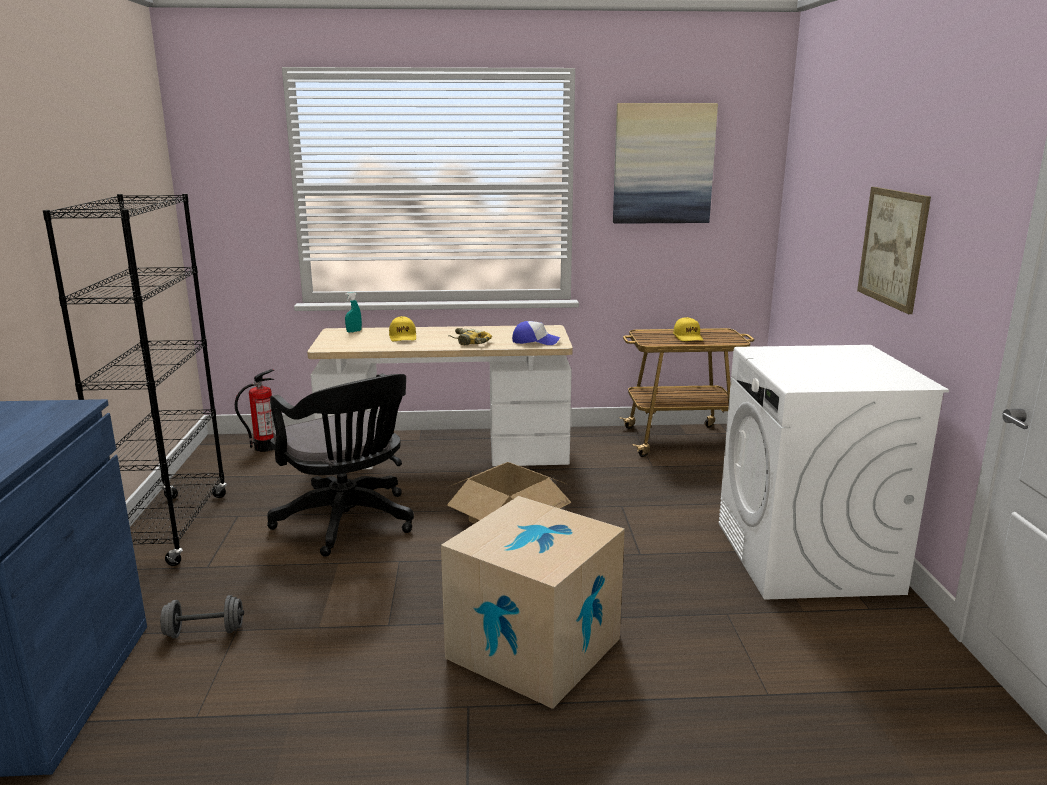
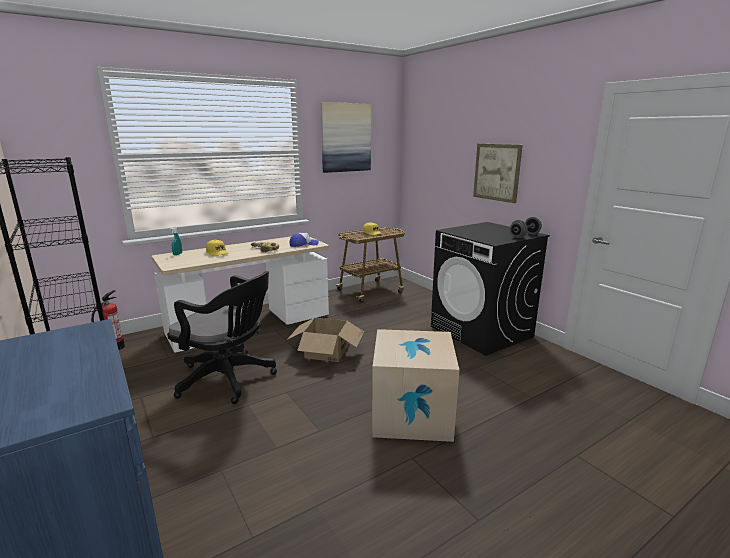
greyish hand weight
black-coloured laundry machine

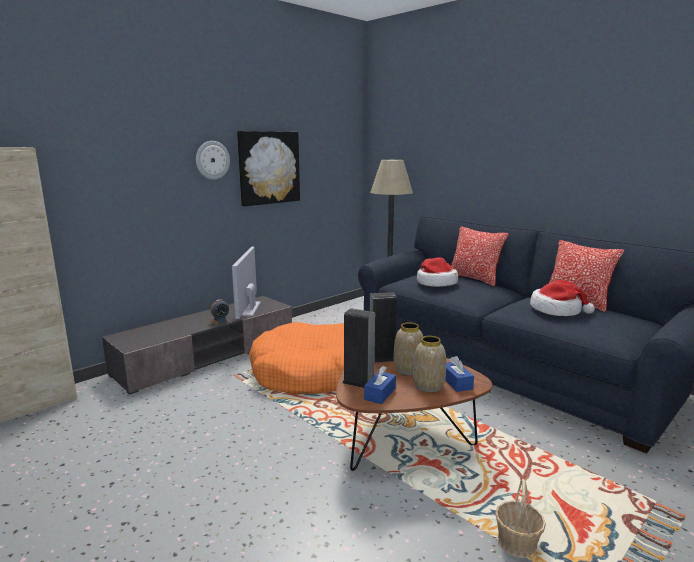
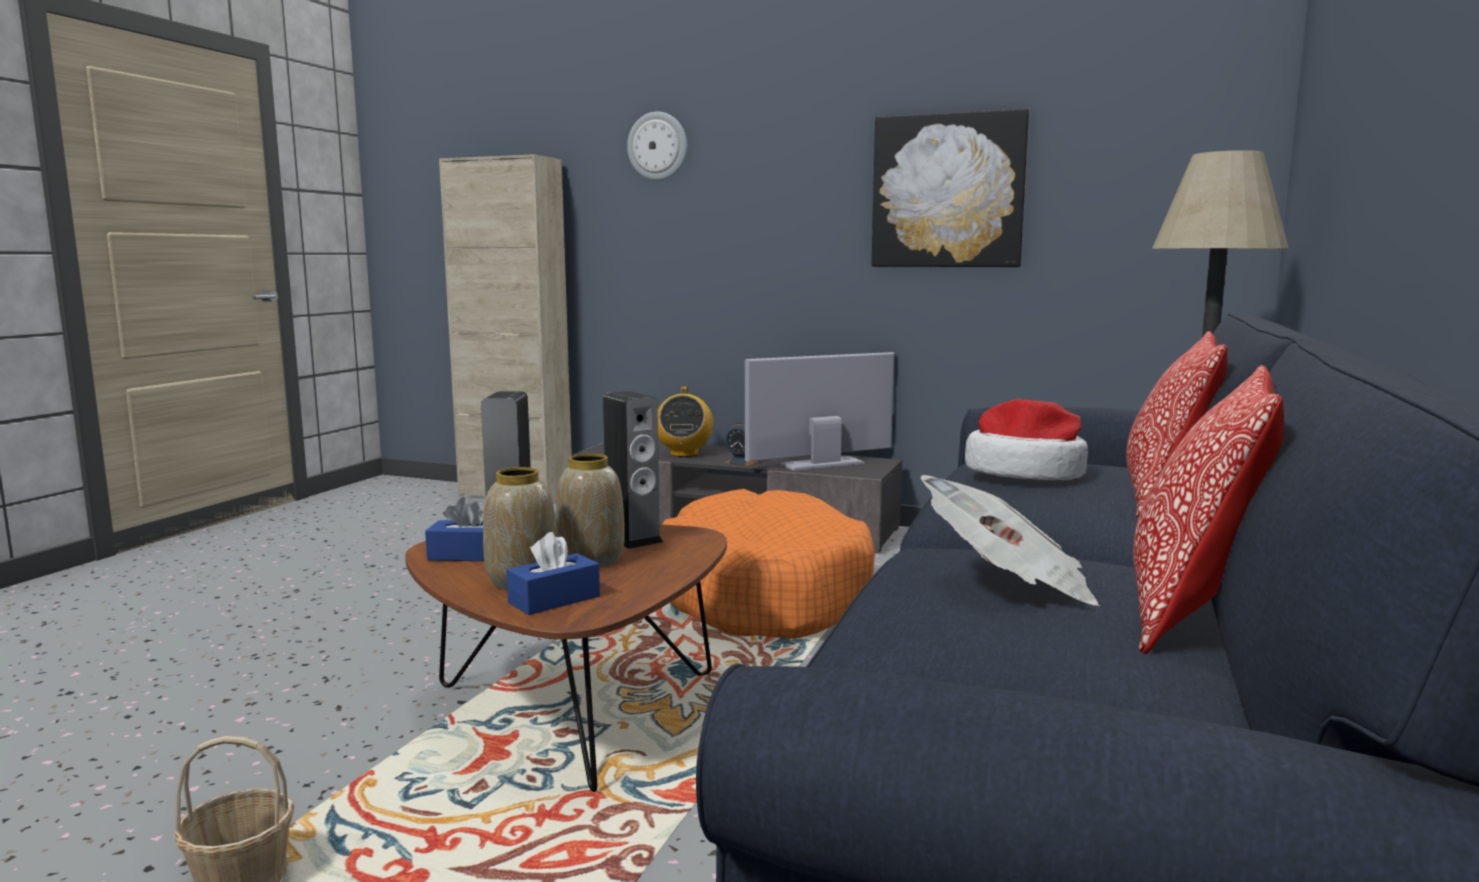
clock on the wall
printed paper
radio receiver

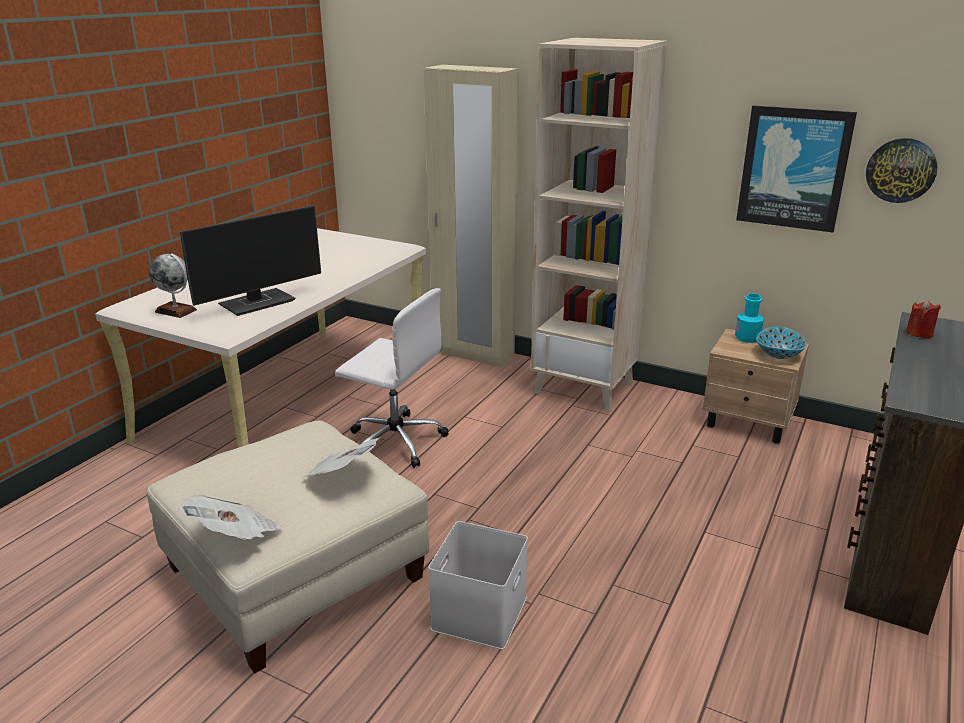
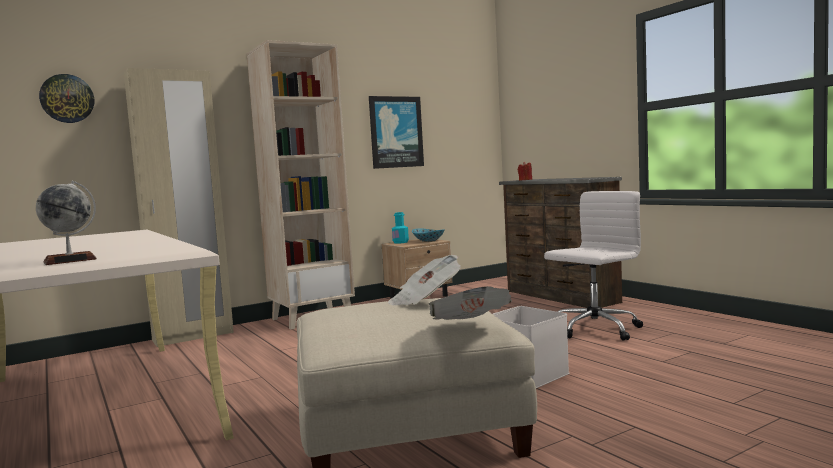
computer screen
white-coloured computer chair
clock on the wall

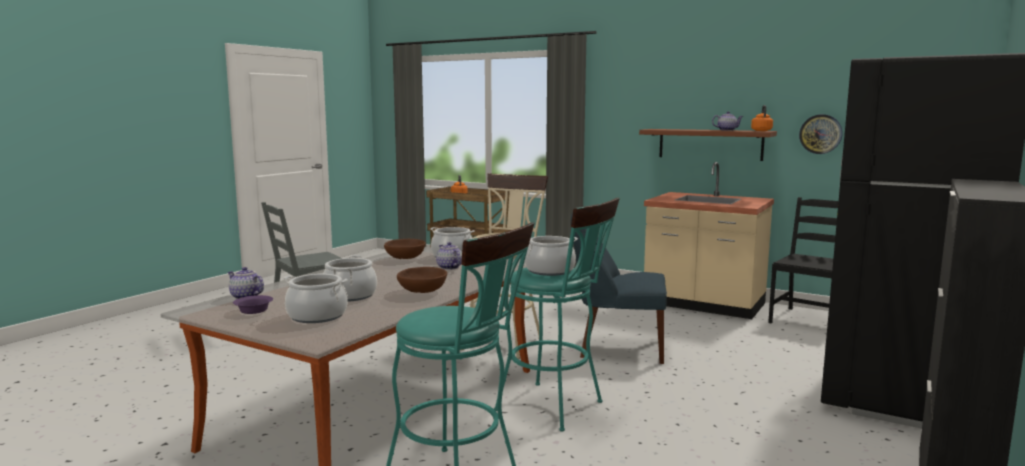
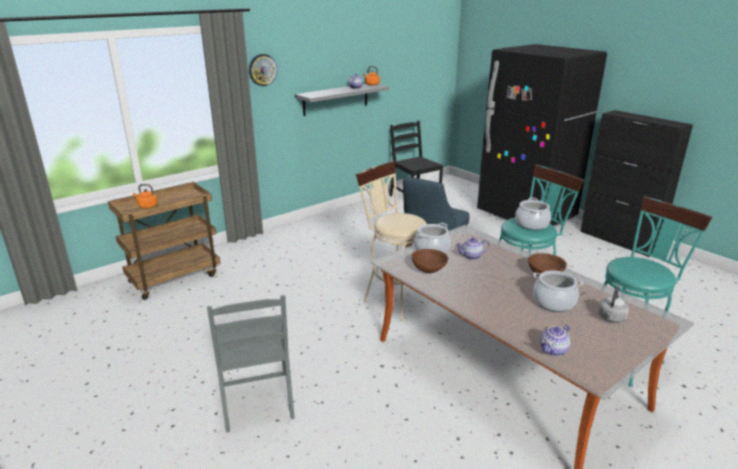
purple-coloured deep dish
greyish water kettle
greyish wall shelf
beige-coloured counter
clock on the wall

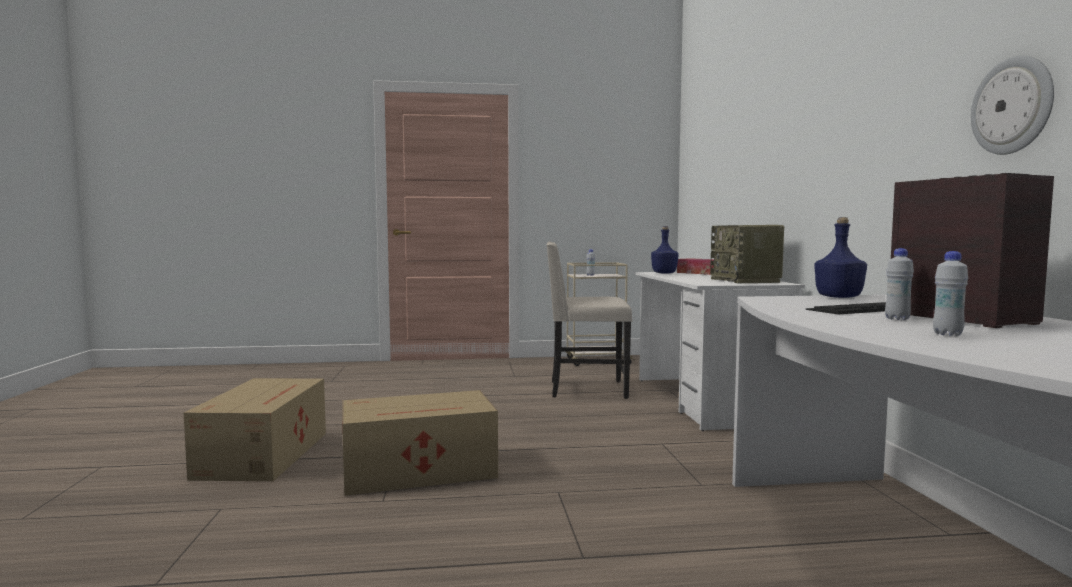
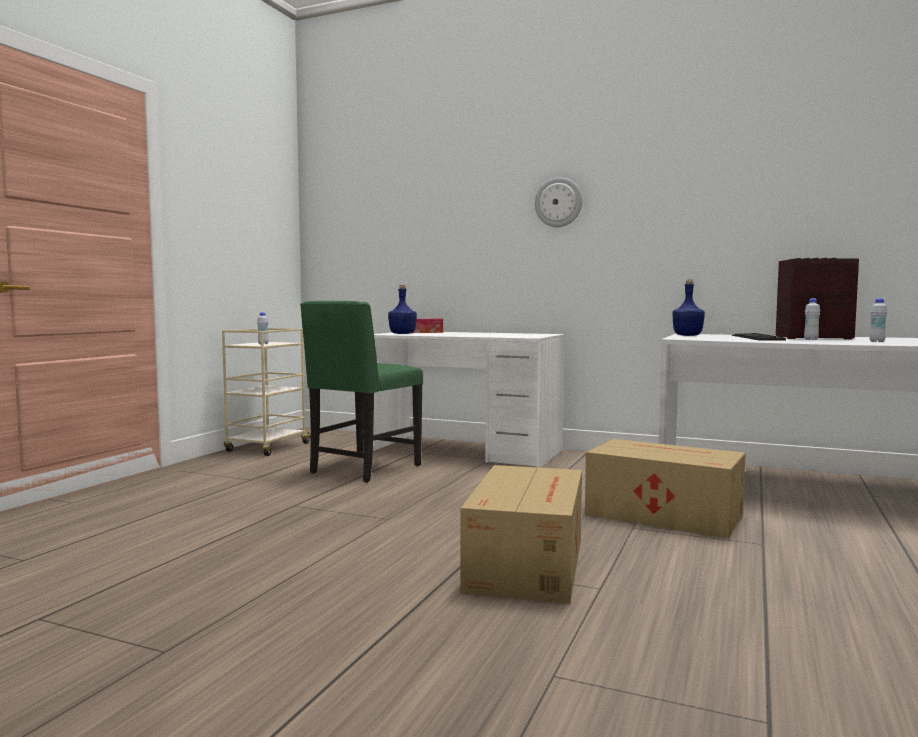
cardboard box (2nd from left)
greenish upright chair
radio receiver (1st from left in the first image)
clock on the wall

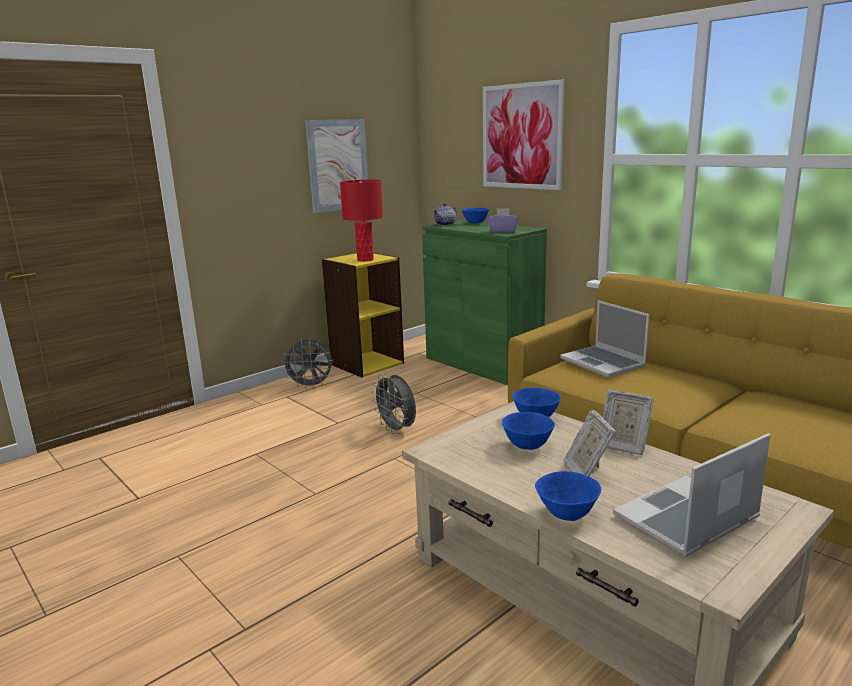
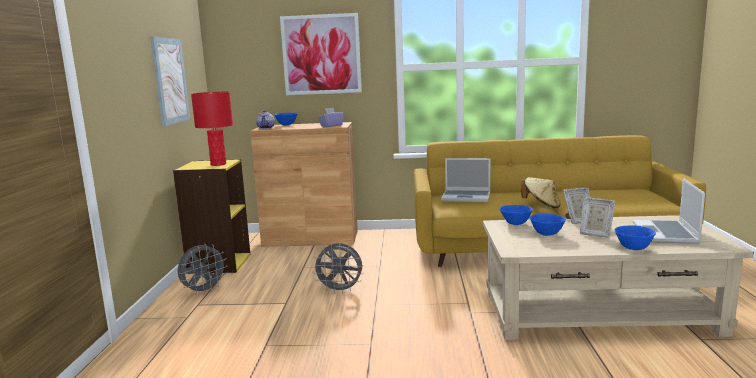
brownish storage cabinet
beige-coloured wearable hat

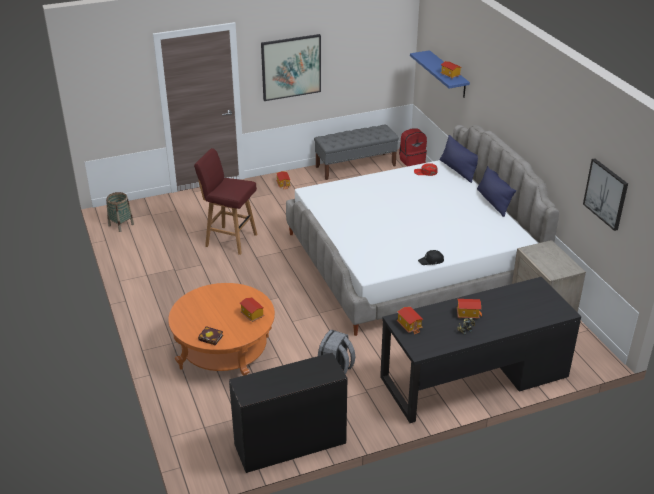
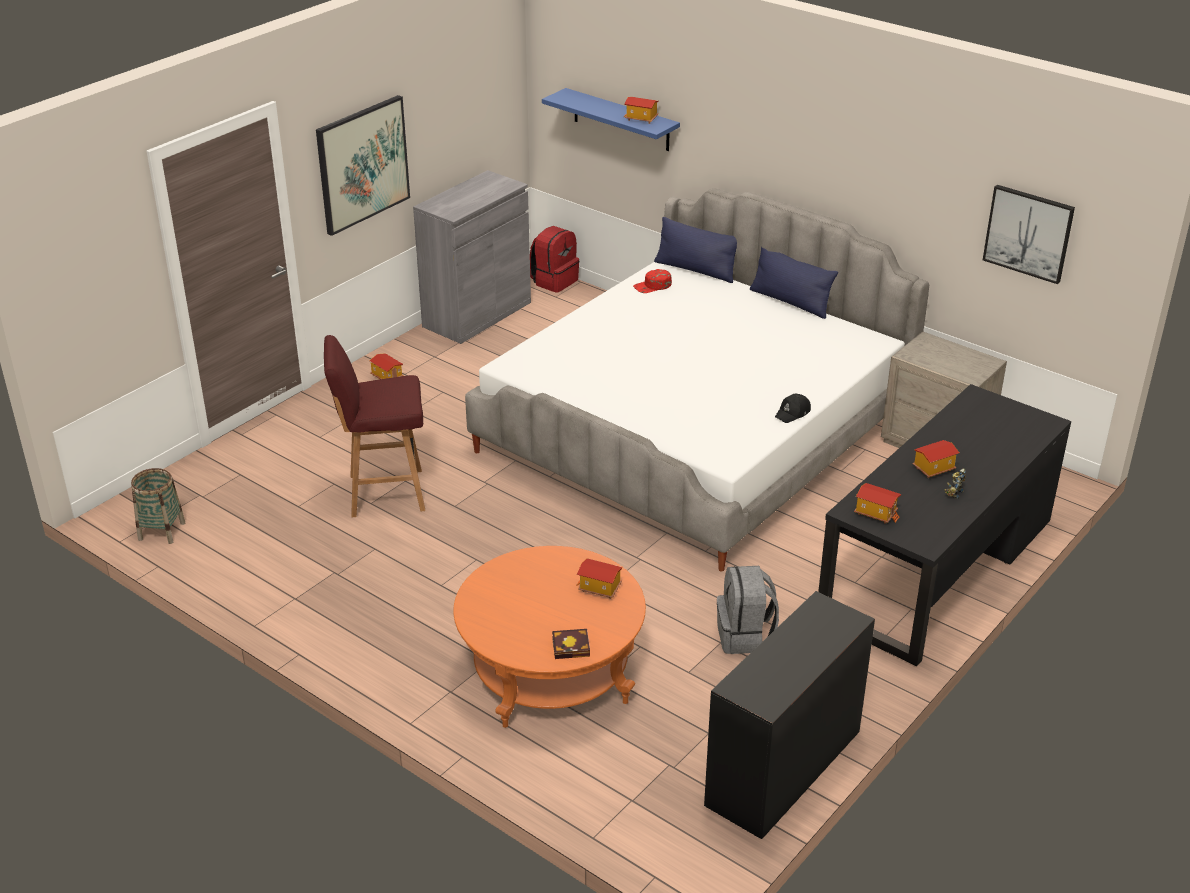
greyish storage cabinet

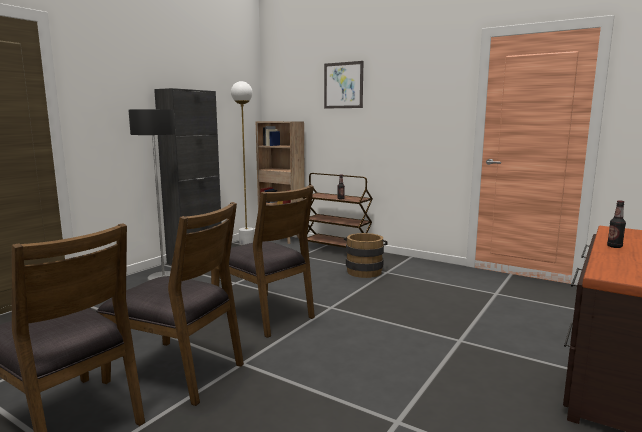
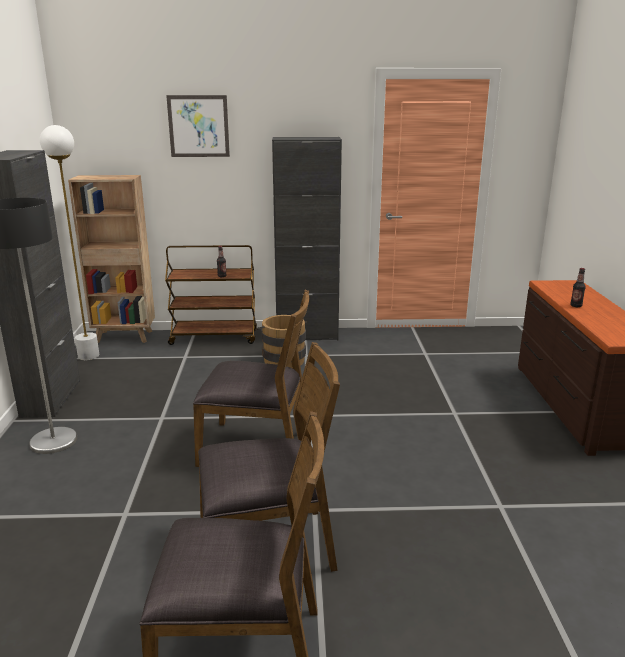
black-coloured storage cabinet (2nd from left)

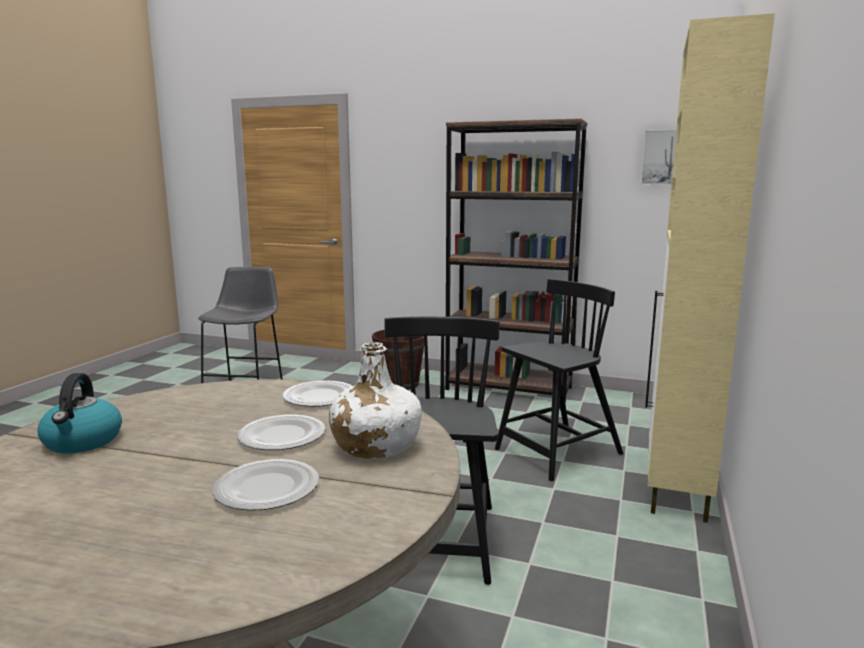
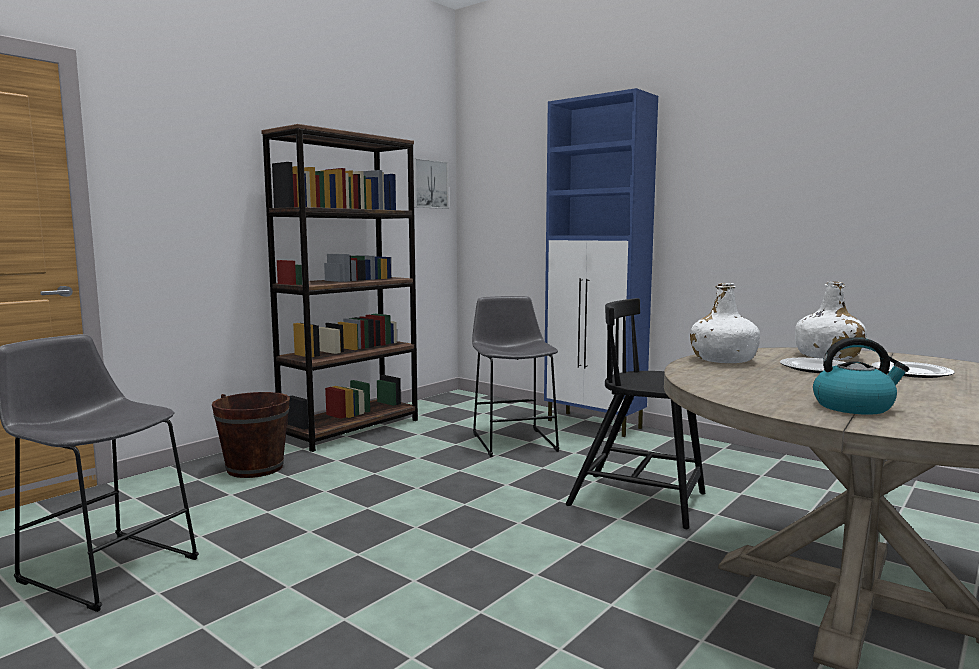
white-coloured drink bottle (1st from left)
greyish stool seat (2nd from left)
bluish storage cabinet

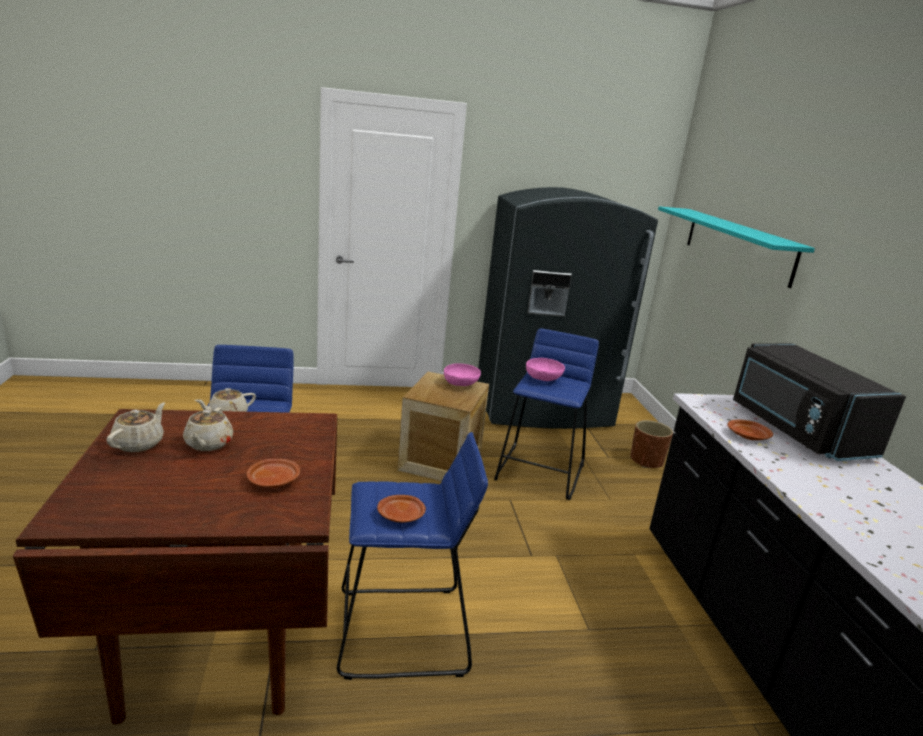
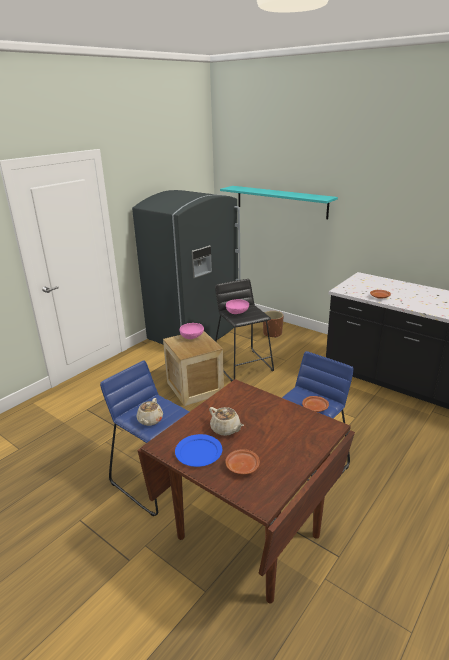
bluish plate
brownish plate (1st from left)
black-coloured stool seat
black-coloured microwave

